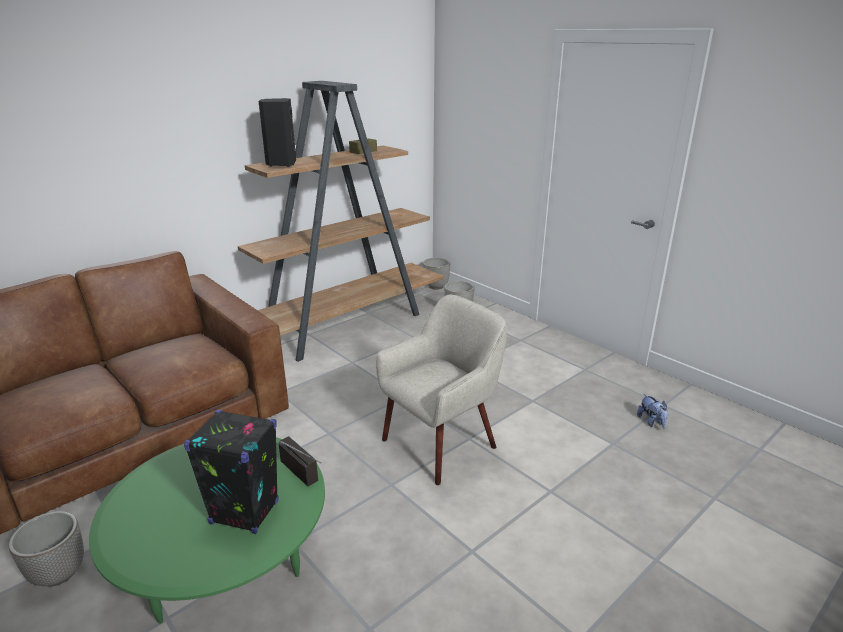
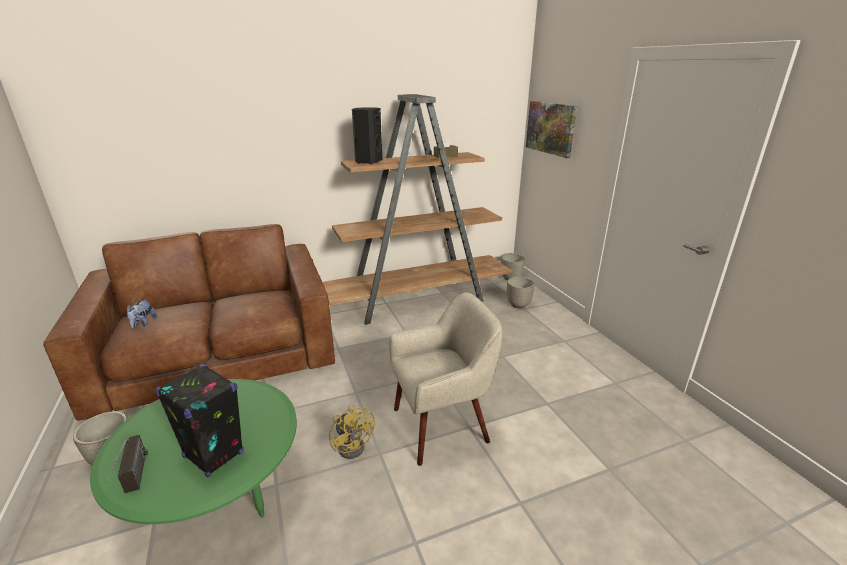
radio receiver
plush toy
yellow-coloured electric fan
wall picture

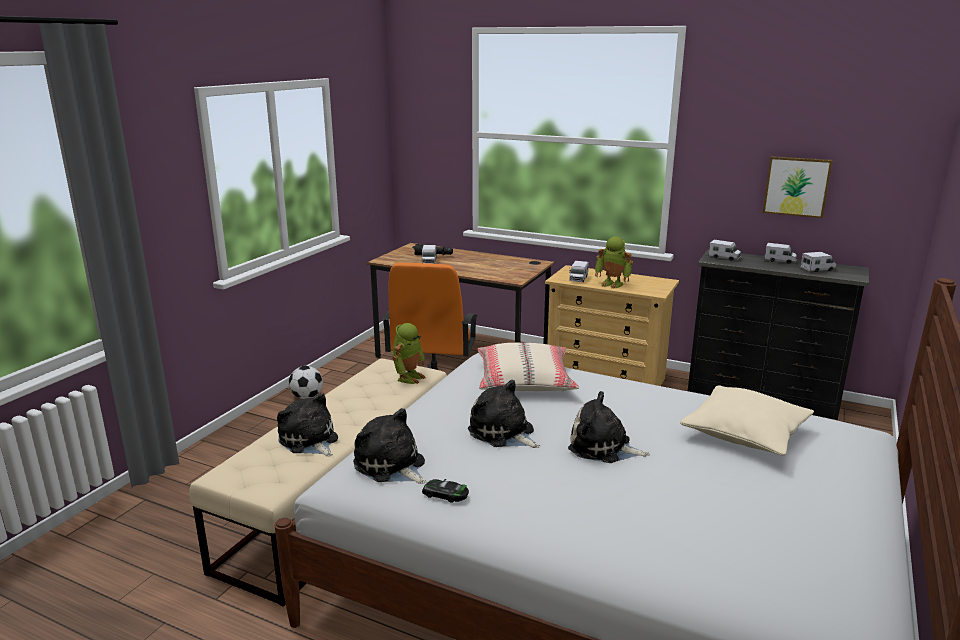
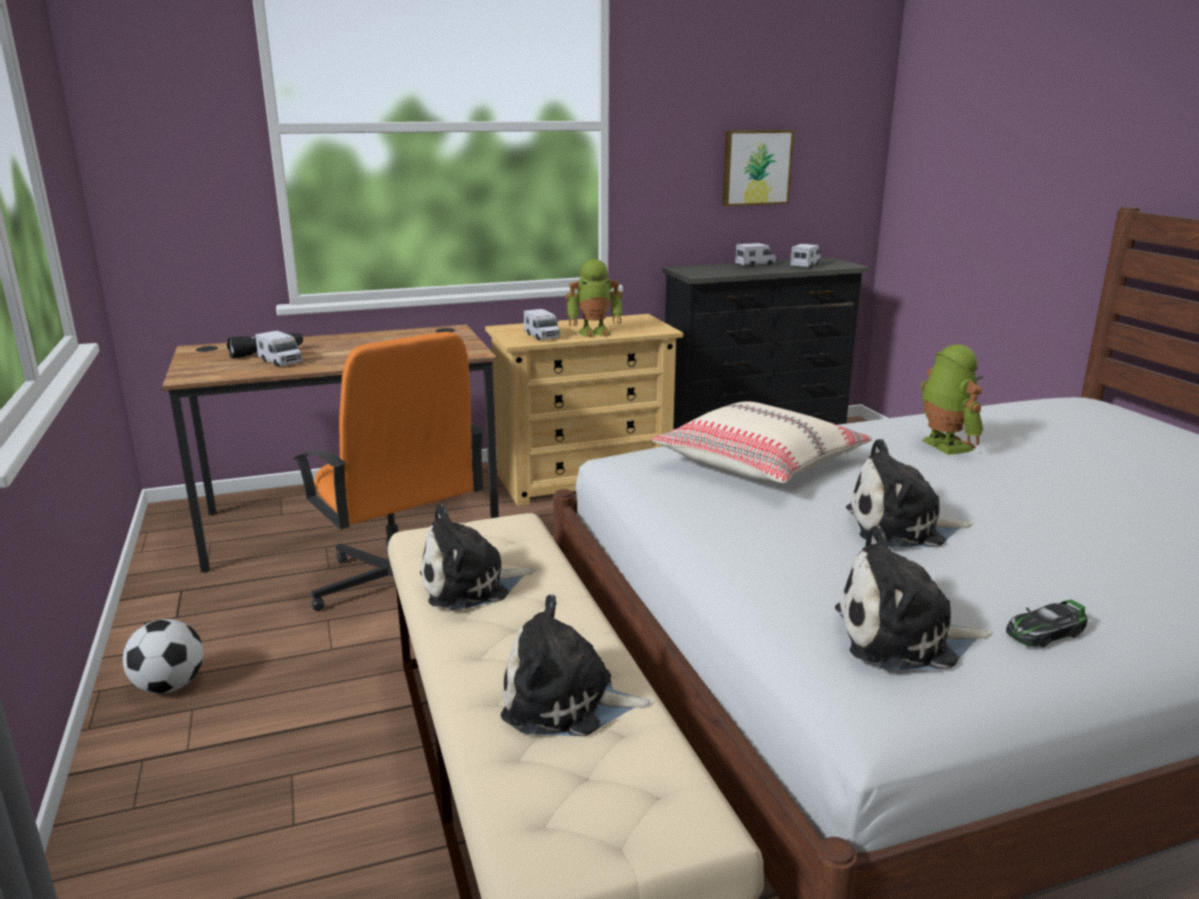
toy robot (2nd from left)
plush toy (1st from left)
beige-coloured throw pillow (2nd from left in the first image)
toy lorry (3rd from left in the first image)

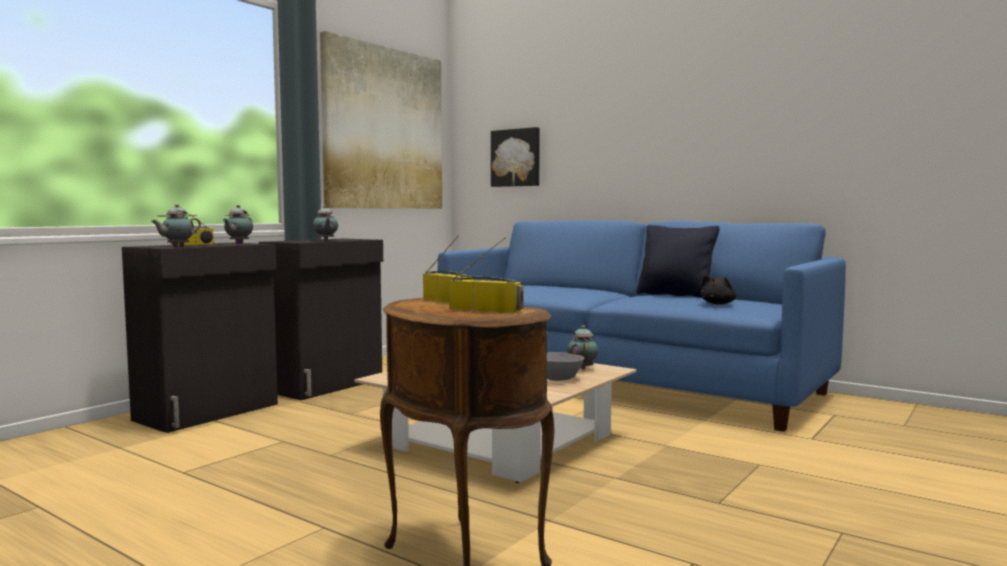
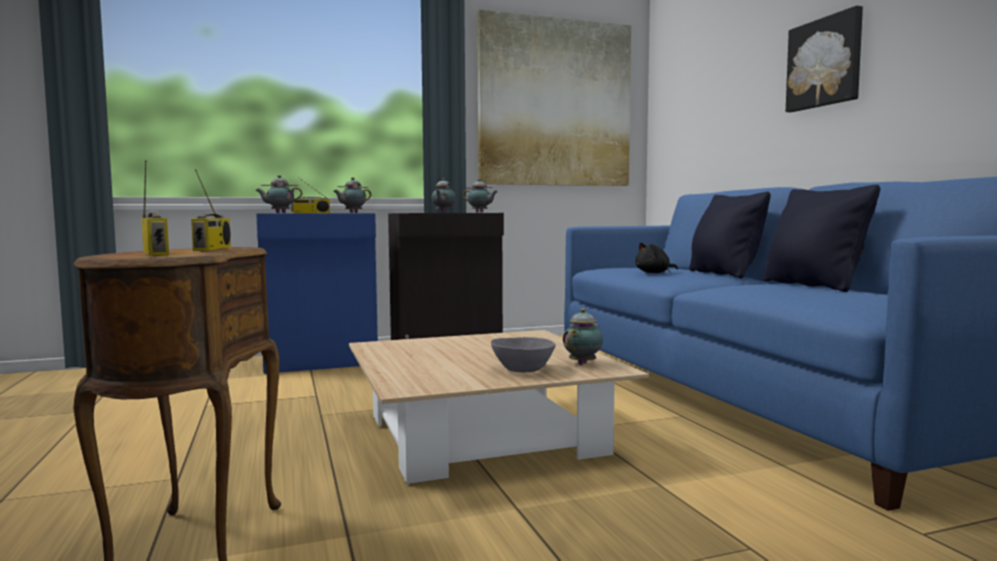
bluish storage cabinet
wall picture (2nd from left)
black-coloured plush toy
teapot (4th from left)
black-coloured throw pillow (1st from left)

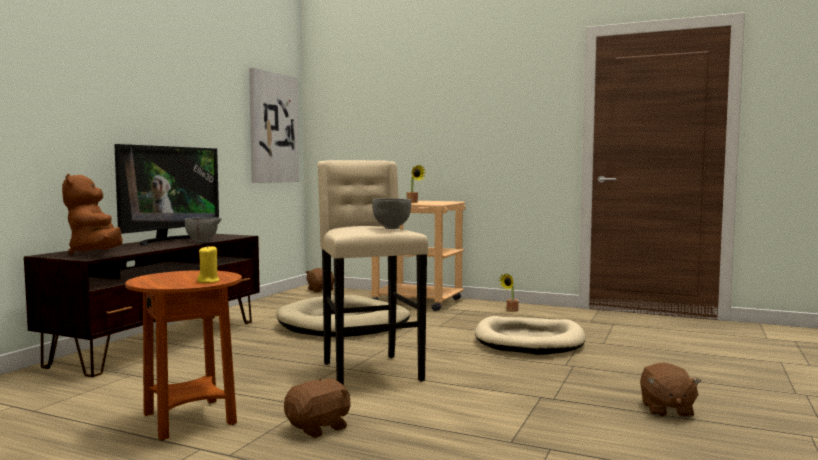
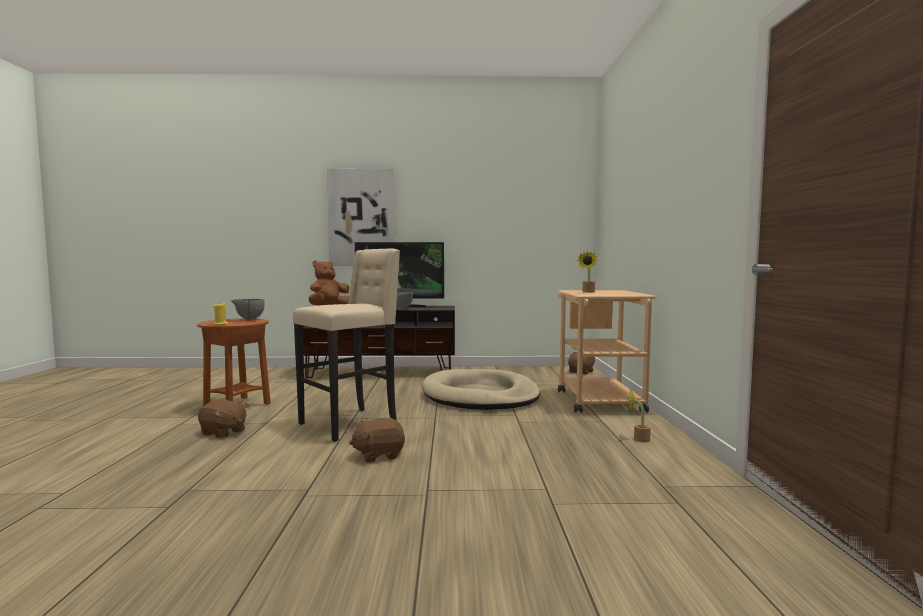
wall picture
greyish deep dish (1st from left)
beige-coloured dog bed (2nd from left in the first image)
brownish plush toy (3rd from left)

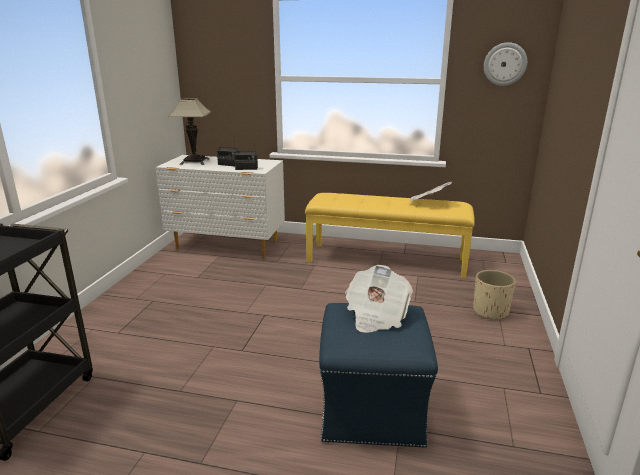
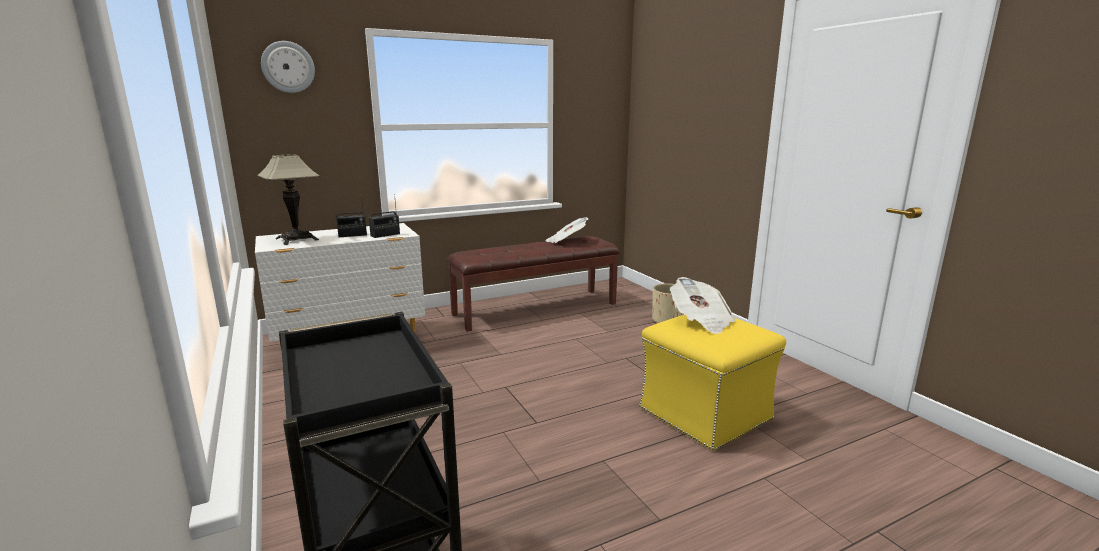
brownish bench
yellow-coloured ottoman
clock on the wall

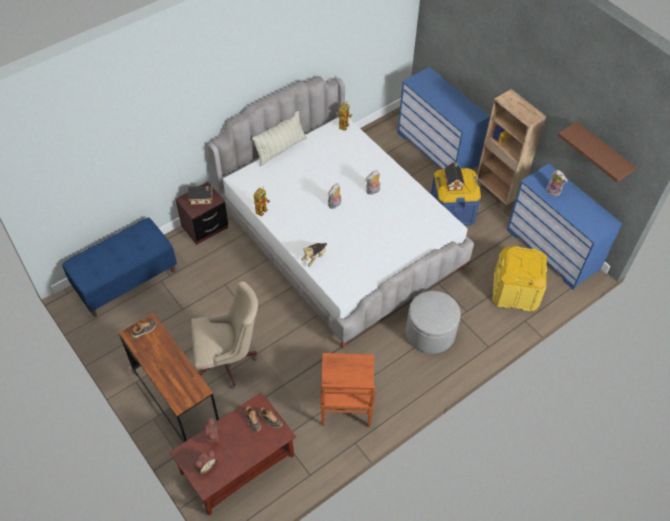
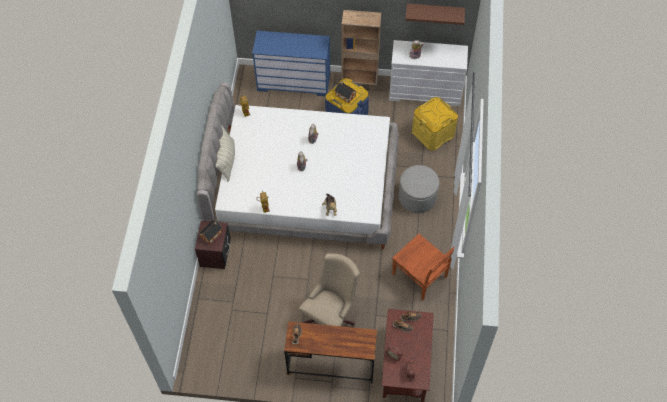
bluish bench
white-coloured dresser

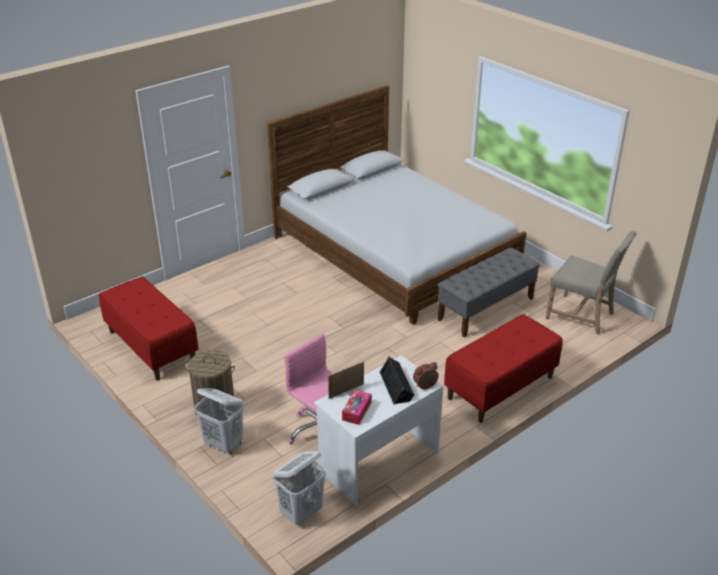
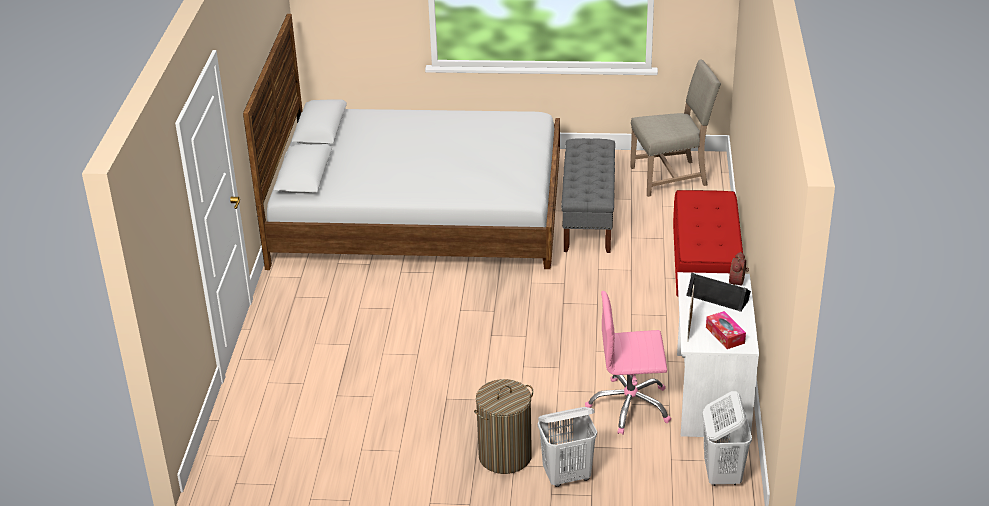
red-coloured bench (1st from left in the first image)

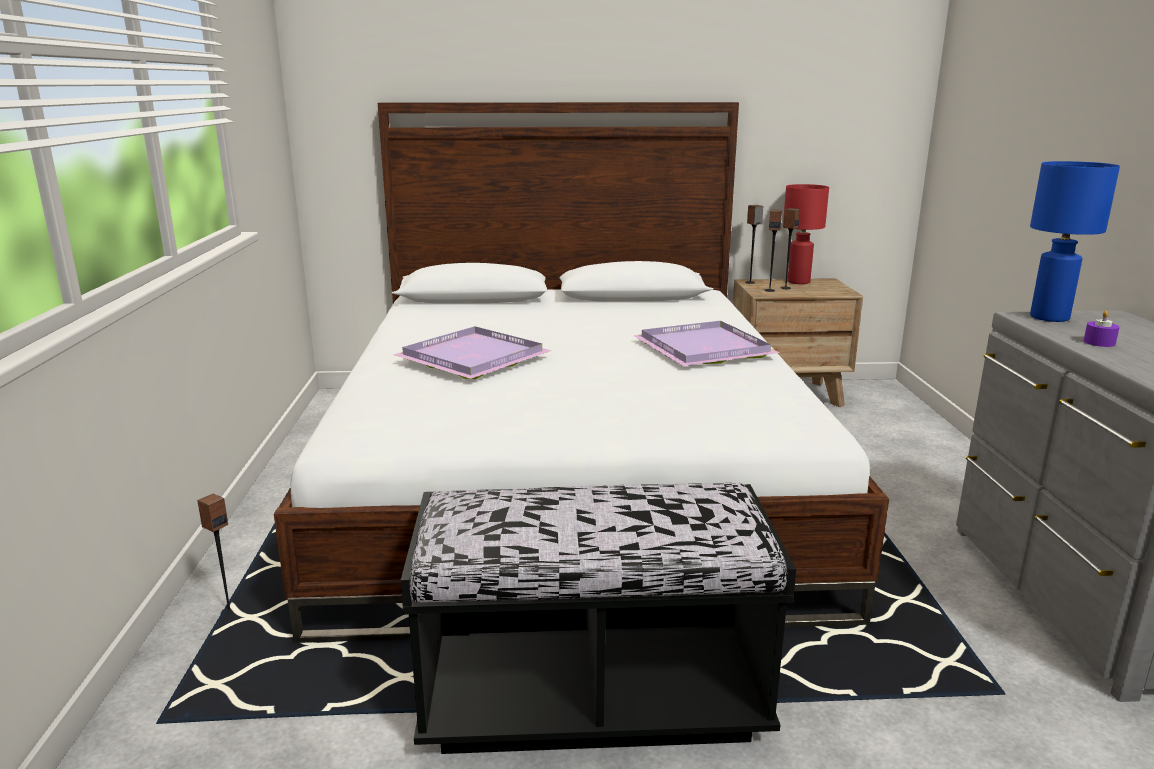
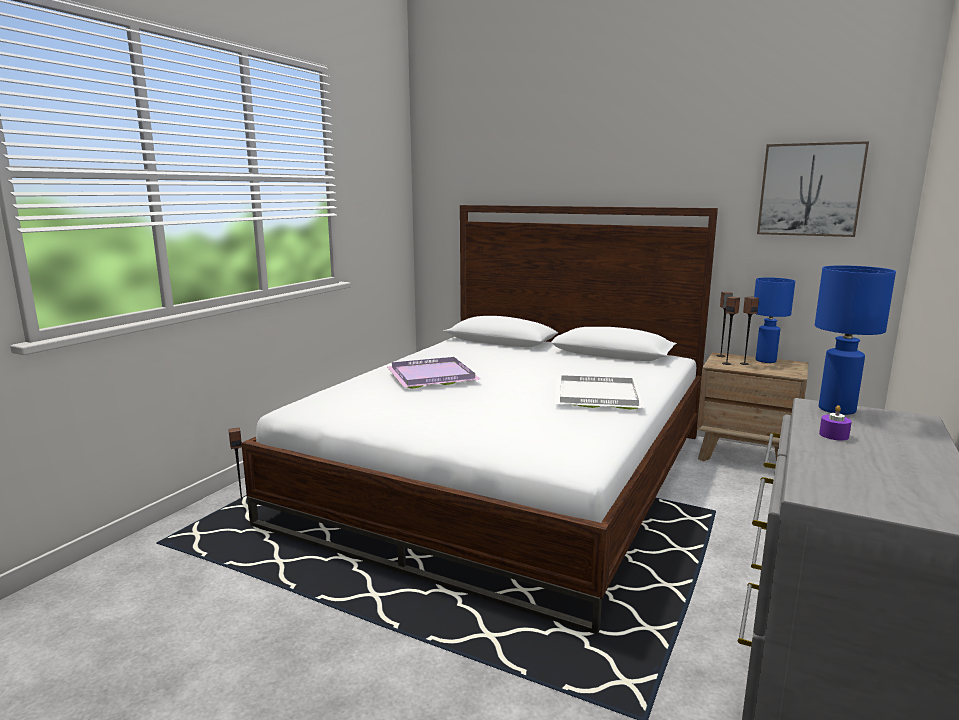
black-coloured bench
white-coloured carrying tray
bluish table lamp (1st from left)
wall picture

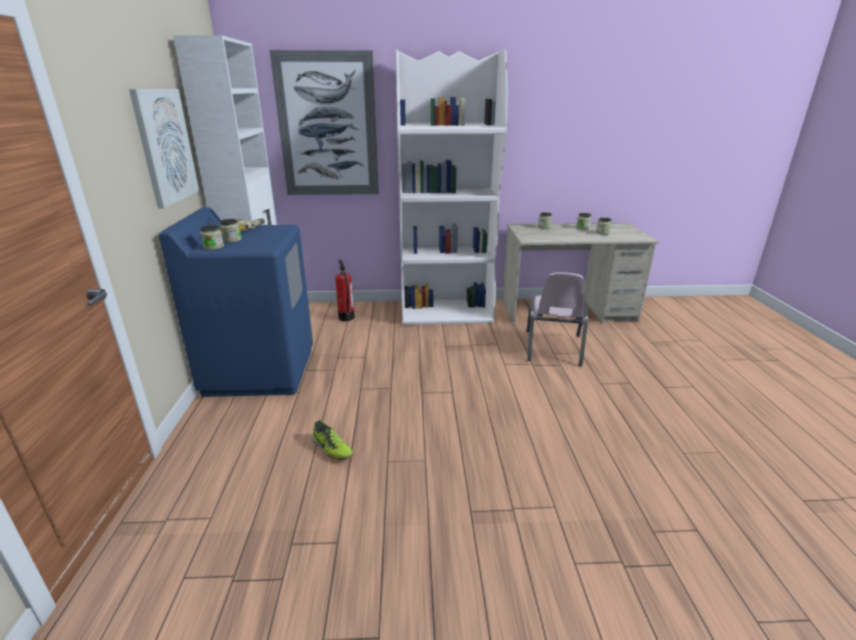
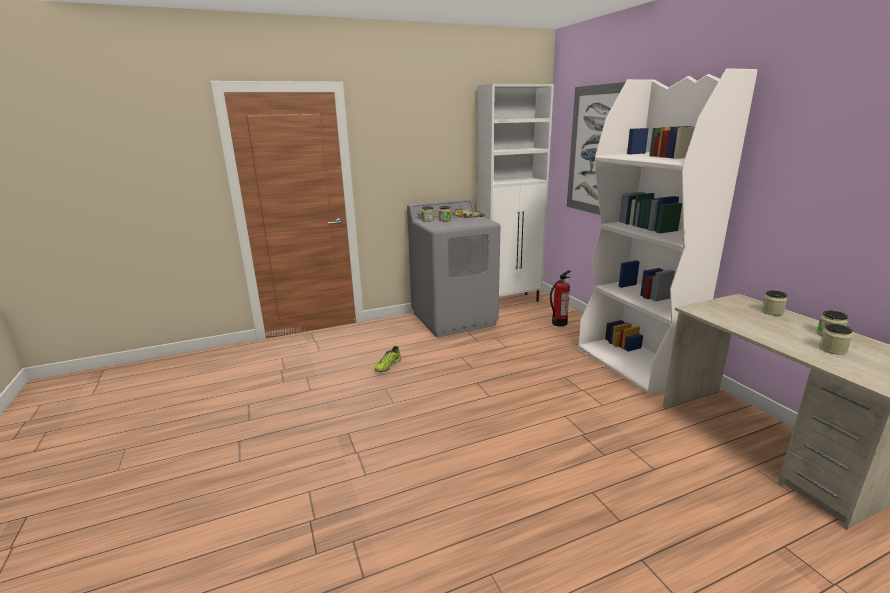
wall picture (1st from left in the first image)
greyish laundry machine
pink upright chair

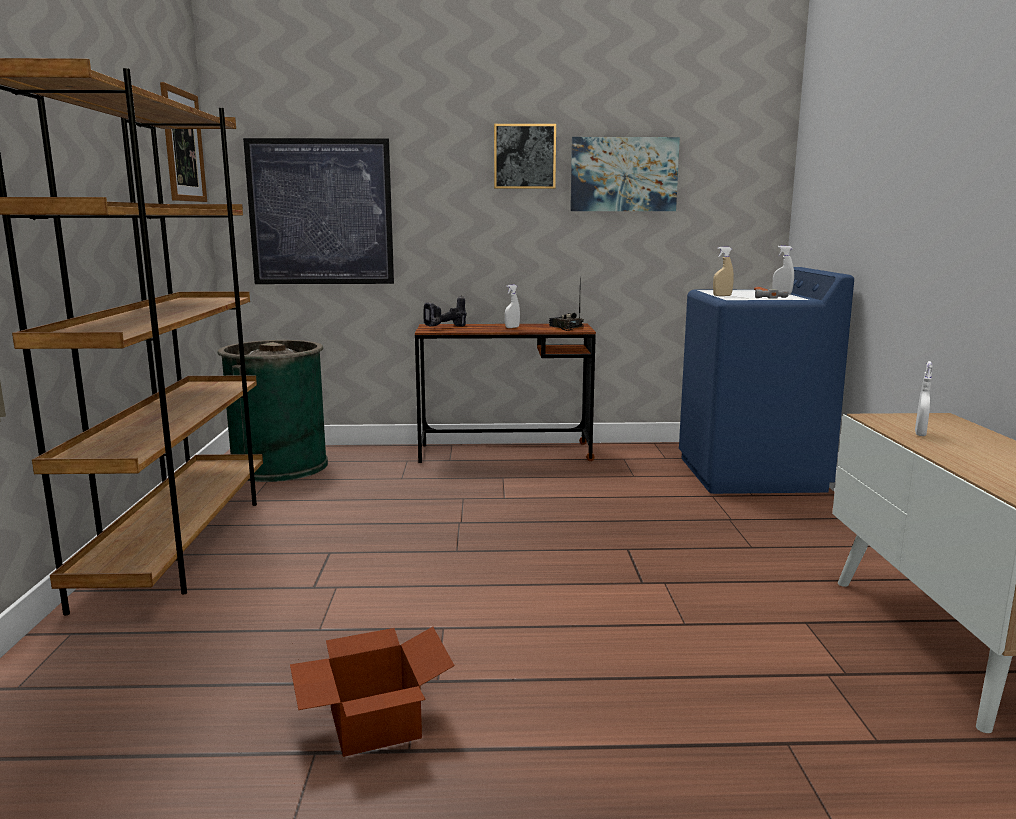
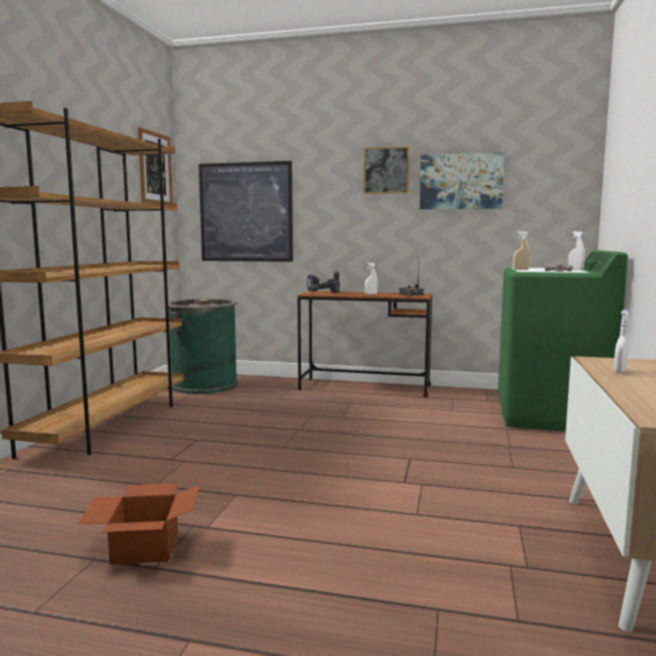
greenish laundry machine

